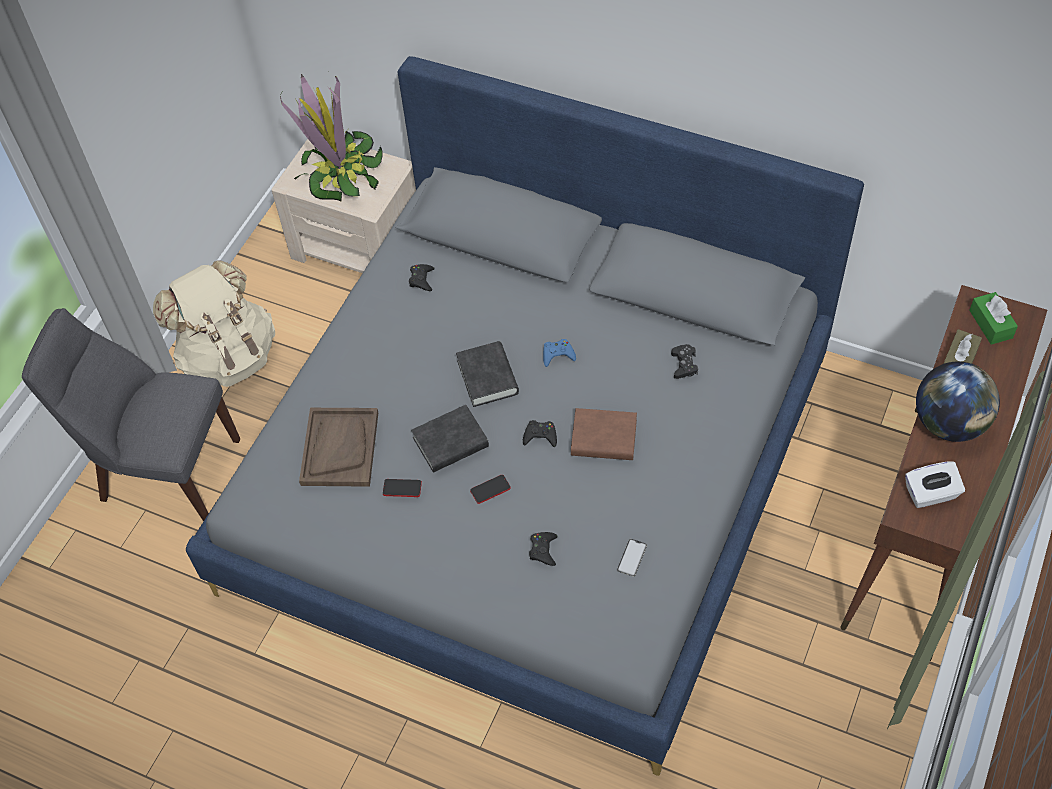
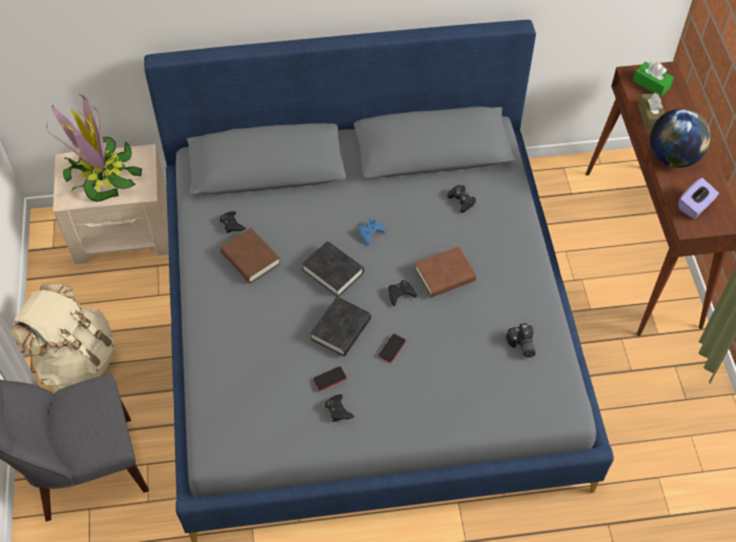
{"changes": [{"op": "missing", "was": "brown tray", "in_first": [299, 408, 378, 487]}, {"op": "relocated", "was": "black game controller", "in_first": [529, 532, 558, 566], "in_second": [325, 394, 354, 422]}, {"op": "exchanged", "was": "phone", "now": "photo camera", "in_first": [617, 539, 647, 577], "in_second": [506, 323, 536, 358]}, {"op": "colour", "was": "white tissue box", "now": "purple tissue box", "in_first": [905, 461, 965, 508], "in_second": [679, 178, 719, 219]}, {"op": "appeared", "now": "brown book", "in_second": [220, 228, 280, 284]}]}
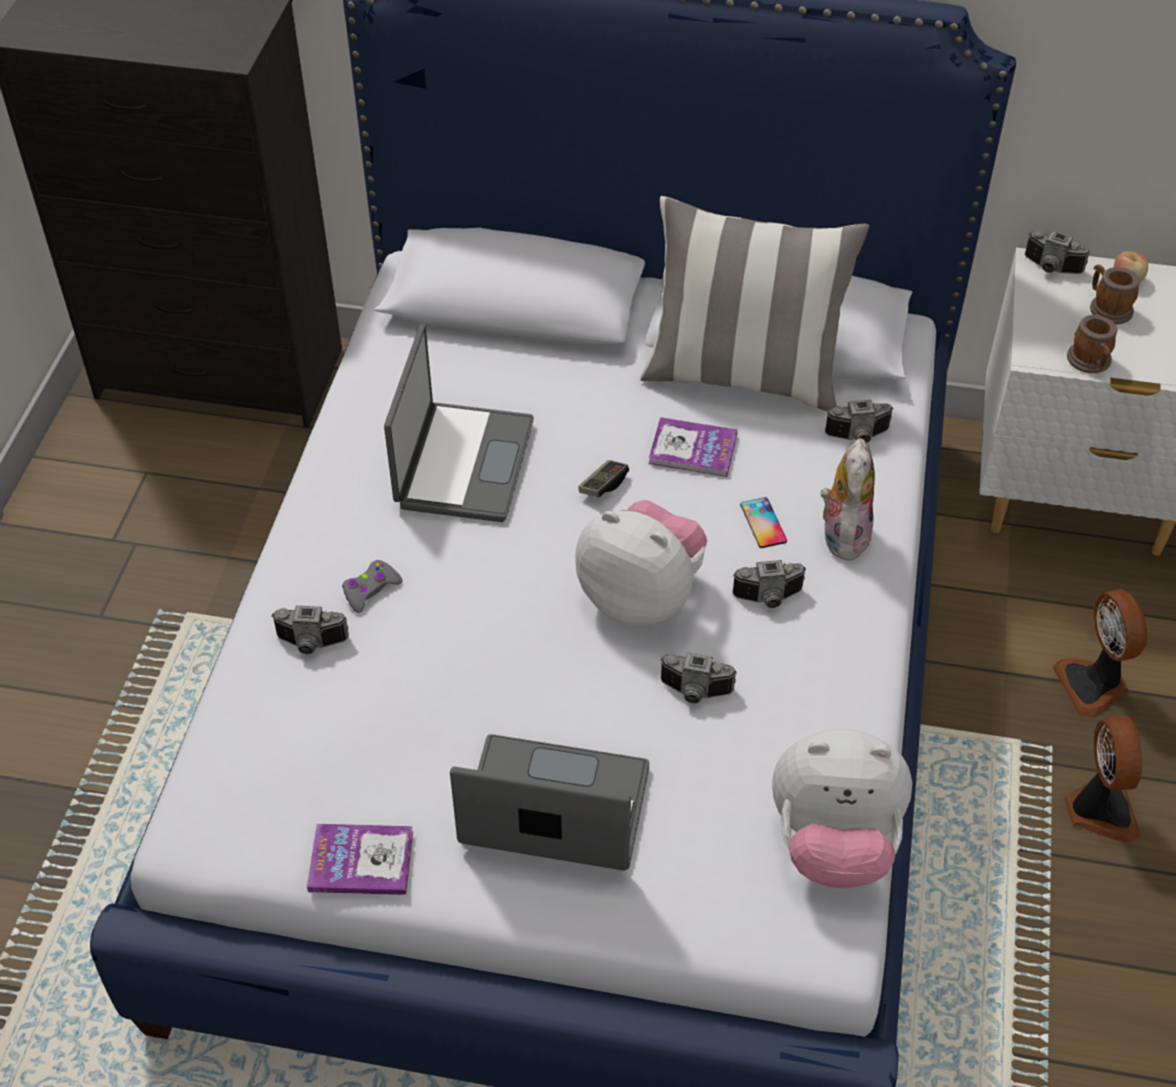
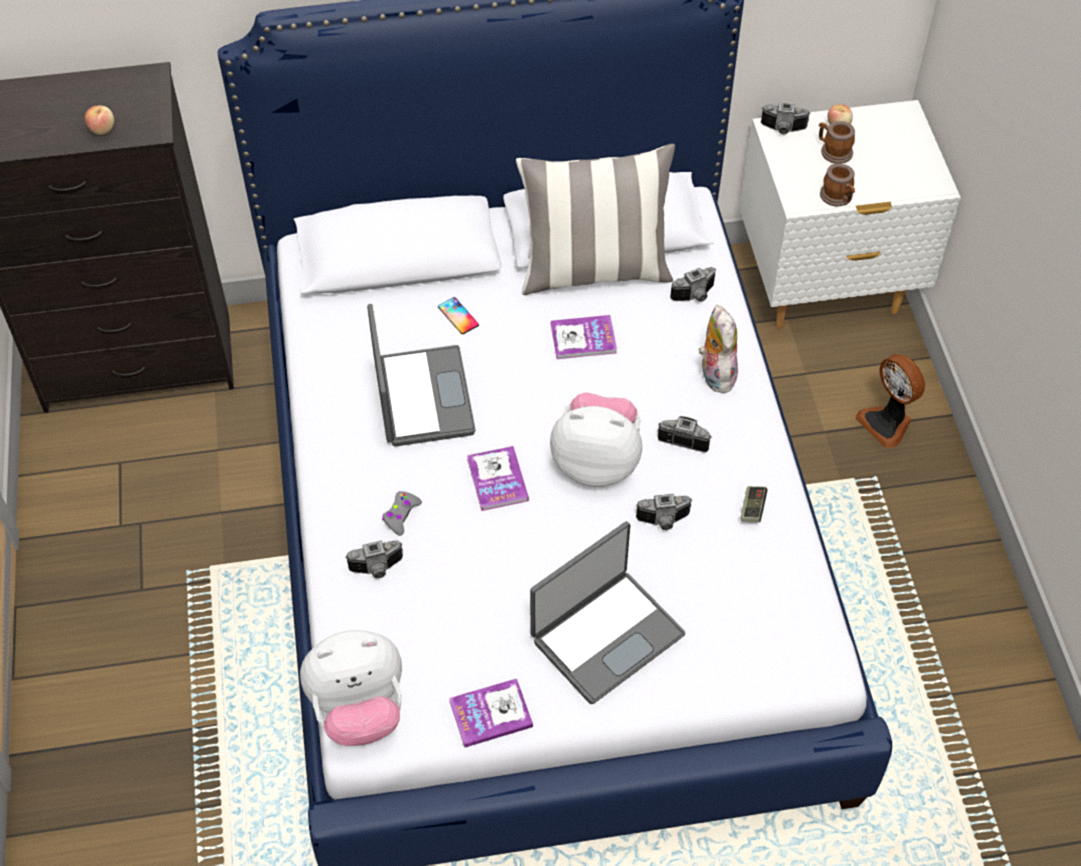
{"changes": [{"op": "spun", "was": "laptop", "in_first": [450, 734, 649, 871], "in_second": [530, 521, 686, 704], "clockwise": 150}, {"op": "relocated", "was": "game controller", "in_first": [578, 460, 629, 497], "in_second": [741, 486, 768, 523]}, {"op": "spun", "was": "photo camera", "in_first": [732, 560, 806, 608], "in_second": [658, 416, 712, 453], "clockwise": -135}, {"op": "relocated", "was": "phone", "in_first": [740, 497, 787, 548], "in_second": [438, 297, 479, 334]}, {"op": "relocated", "was": "plush toy", "in_first": [772, 729, 912, 888], "in_second": [300, 630, 402, 746]}, {"op": "missing", "was": "fan", "in_first": [1064, 716, 1142, 842]}, {"op": "appeared", "now": "apple", "in_second": [85, 106, 114, 135]}, {"op": "appeared", "now": "book", "in_second": [467, 446, 529, 511]}]}
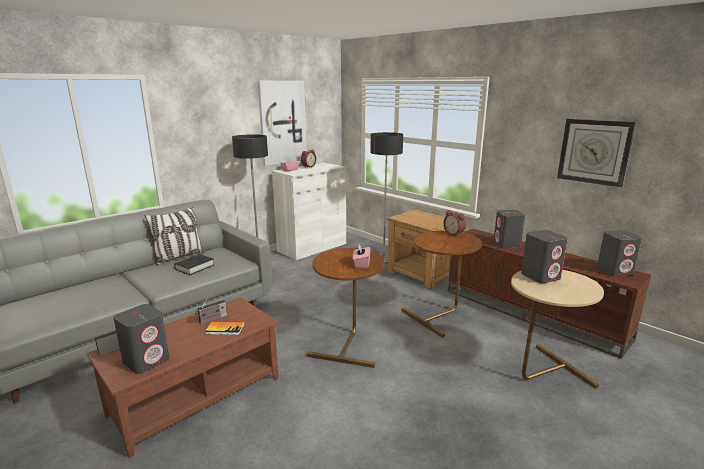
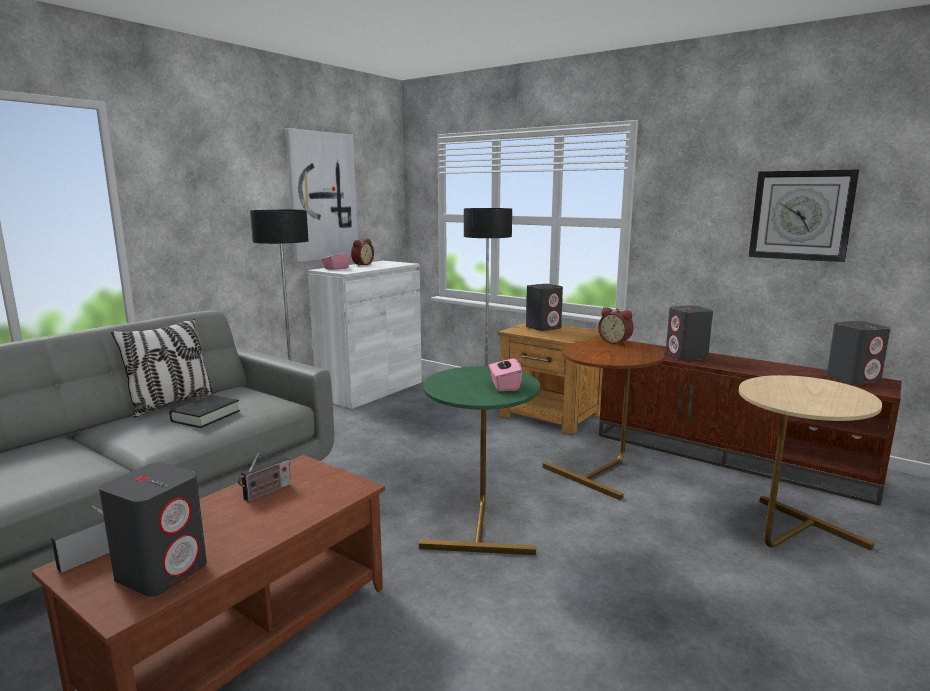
{"changes": [{"op": "missing", "was": "book", "in_first": [205, 321, 245, 335]}, {"op": "colour", "was": "brown side table", "now": "green side table", "in_first": [307, 248, 385, 368], "in_second": [419, 366, 540, 555]}, {"op": "relocated", "was": "grey speaker", "in_first": [521, 230, 568, 283], "in_second": [526, 284, 563, 331]}]}
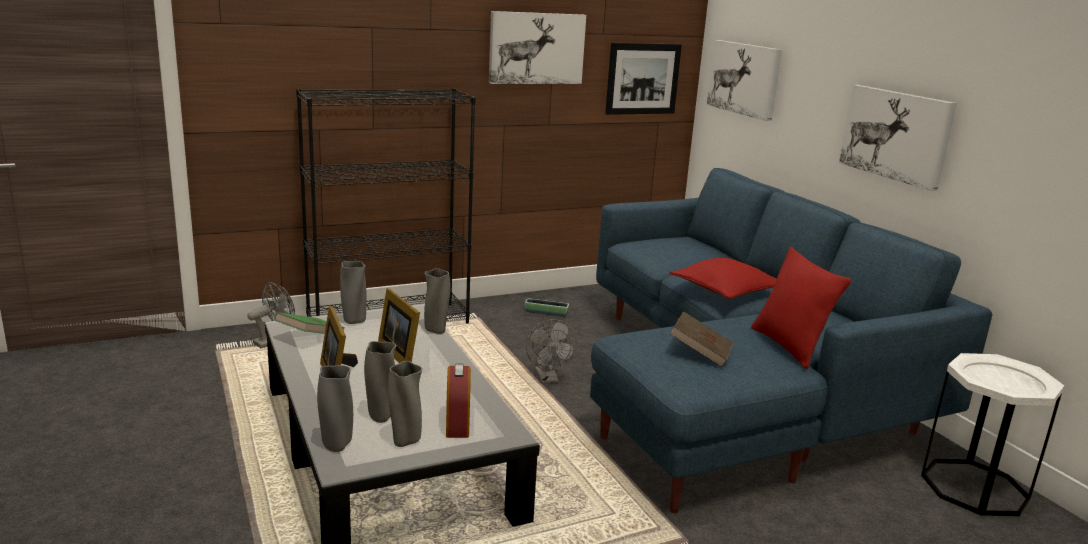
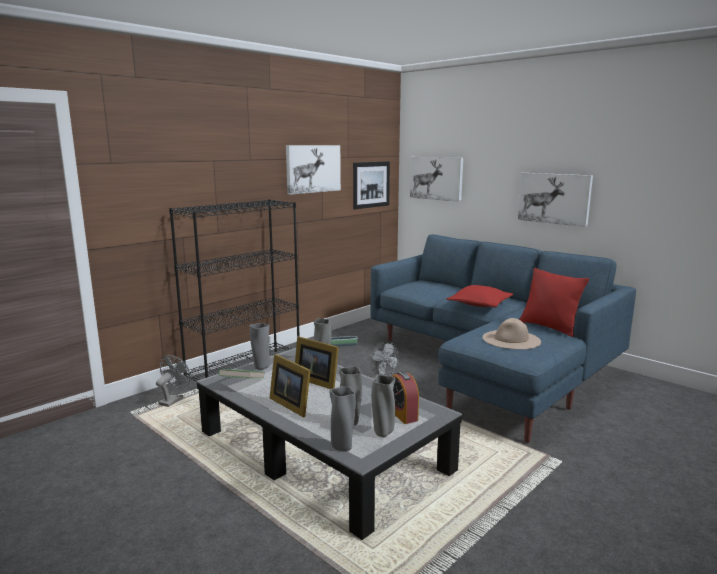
{"changes": [{"op": "exchanged", "was": "brown book", "now": "beige hat", "in_first": [670, 311, 733, 367], "in_second": [483, 318, 541, 350]}, {"op": "missing", "was": "white side table", "in_first": [921, 353, 1064, 516]}]}
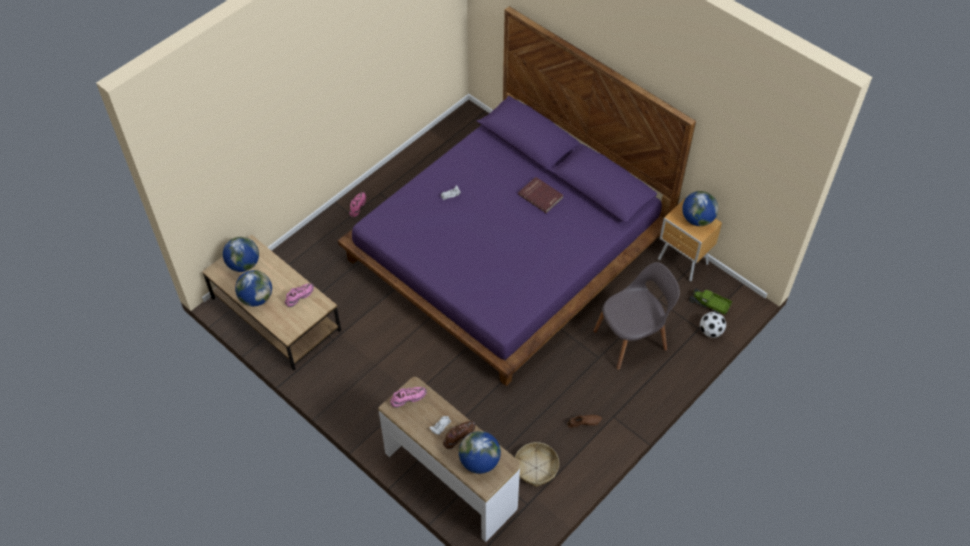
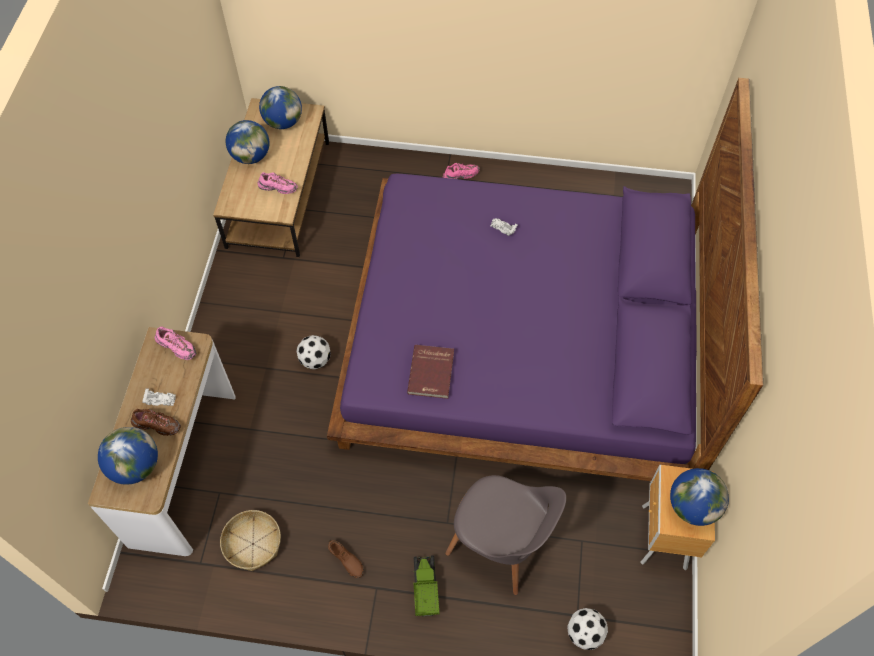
{"changes": [{"op": "relocated", "was": "red book", "in_first": [518, 177, 563, 213], "in_second": [407, 345, 454, 399]}, {"op": "relocated", "was": "toy truck", "in_first": [688, 289, 732, 315], "in_second": [414, 555, 440, 617]}, {"op": "appeared", "now": "football", "in_second": [297, 335, 331, 369]}]}
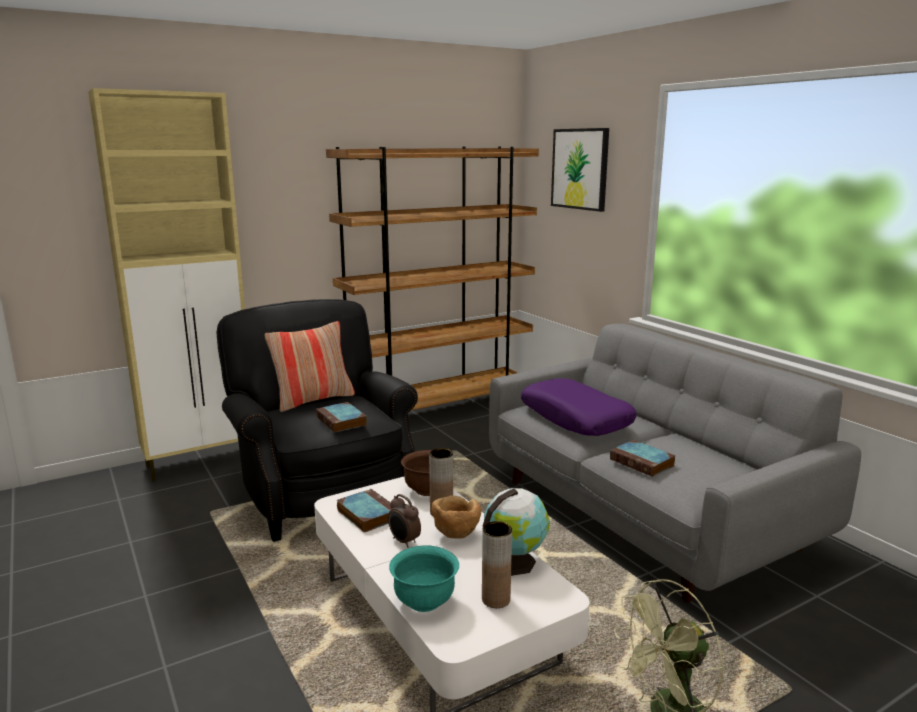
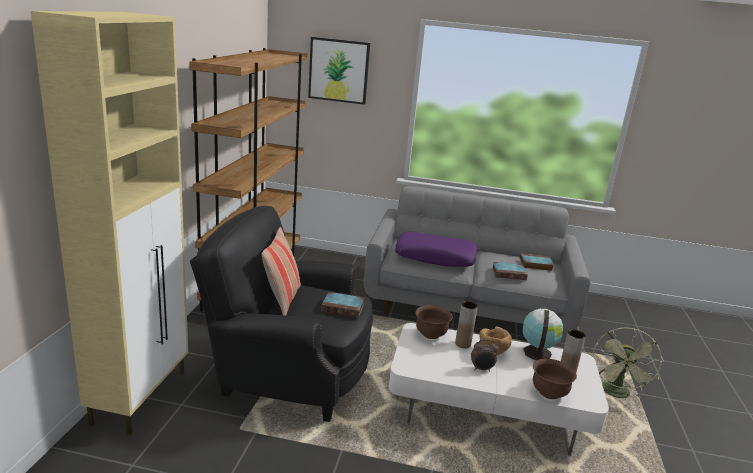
{"changes": [{"op": "relocated", "was": "book", "in_first": [337, 489, 393, 533], "in_second": [520, 253, 554, 271]}, {"op": "colour", "was": "turquoise bowl", "now": "brown bowl", "in_first": [389, 545, 459, 612], "in_second": [533, 359, 577, 399]}]}
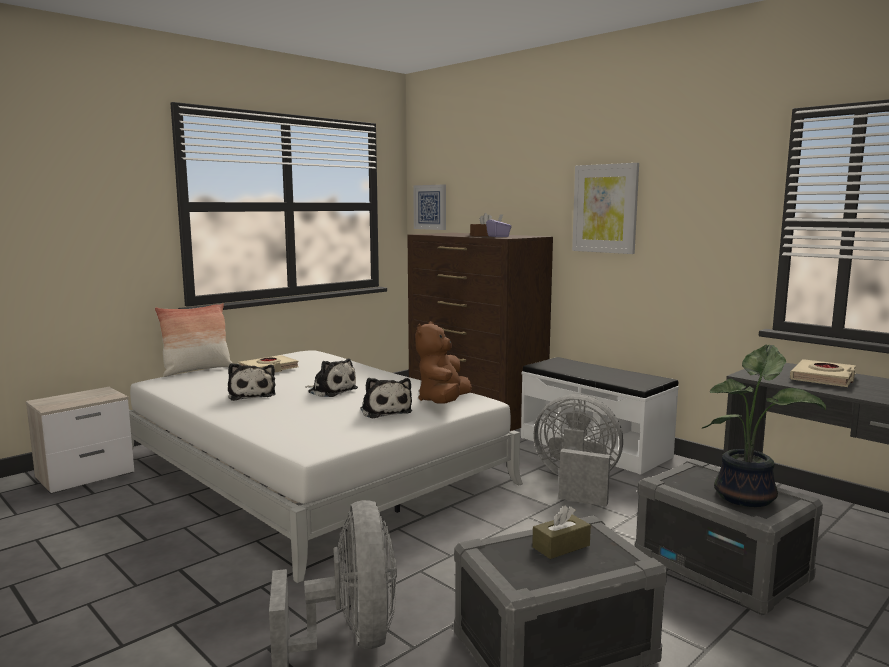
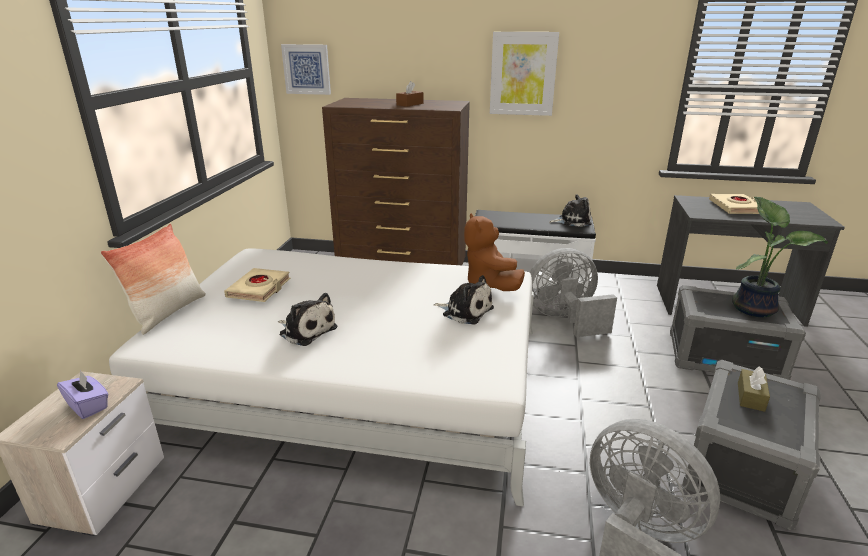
{"changes": [{"op": "relocated", "was": "plush toy", "in_first": [305, 358, 358, 397], "in_second": [549, 194, 592, 227]}, {"op": "relocated", "was": "purple tissue box", "in_first": [486, 215, 512, 237], "in_second": [57, 370, 108, 419]}]}
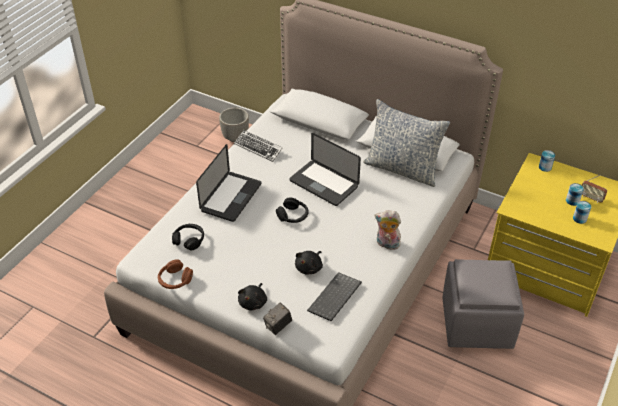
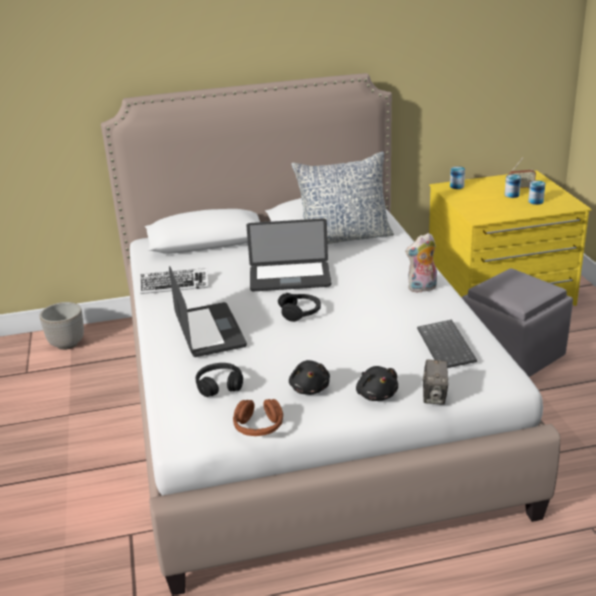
{"changes": [{"op": "relocated", "was": "black plush toy", "in_first": [295, 251, 323, 275], "in_second": [289, 360, 330, 395]}]}
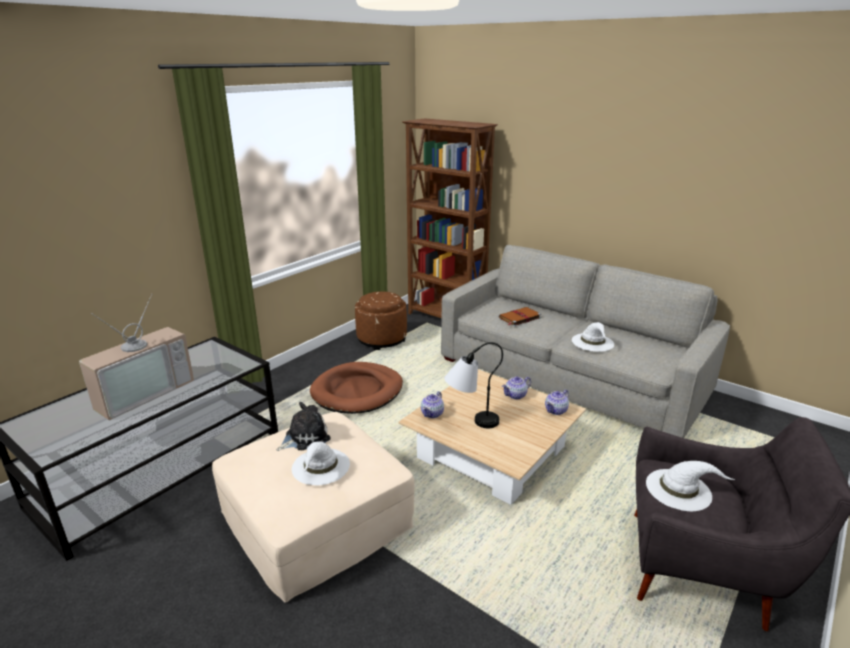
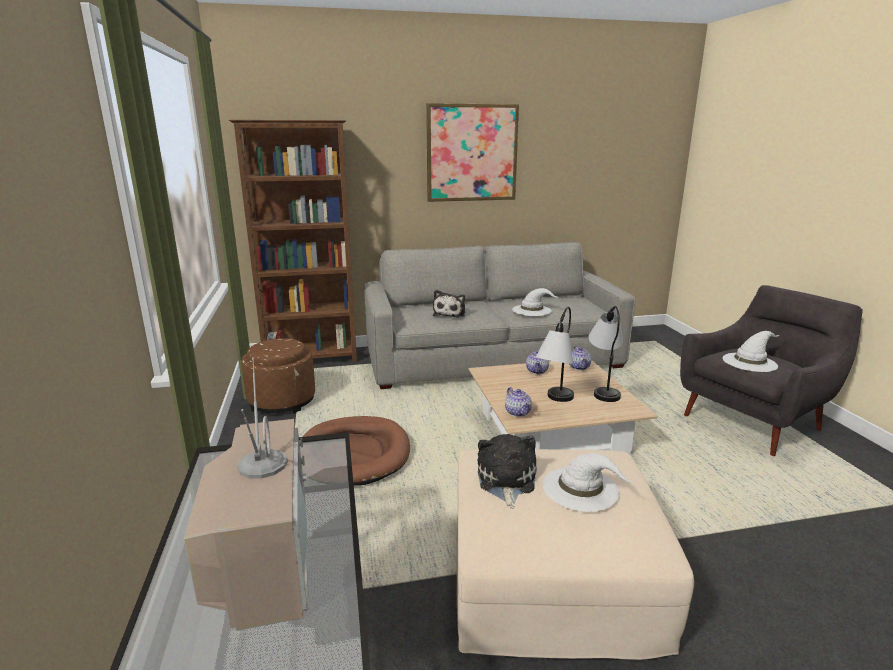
{"changes": [{"op": "exchanged", "was": "brown book", "now": "plush toy", "in_first": [499, 307, 541, 326], "in_second": [433, 290, 465, 318]}, {"op": "appeared", "now": "picture", "in_second": [426, 103, 519, 202]}, {"op": "appeared", "now": "table lamp", "in_second": [588, 306, 623, 402]}]}
